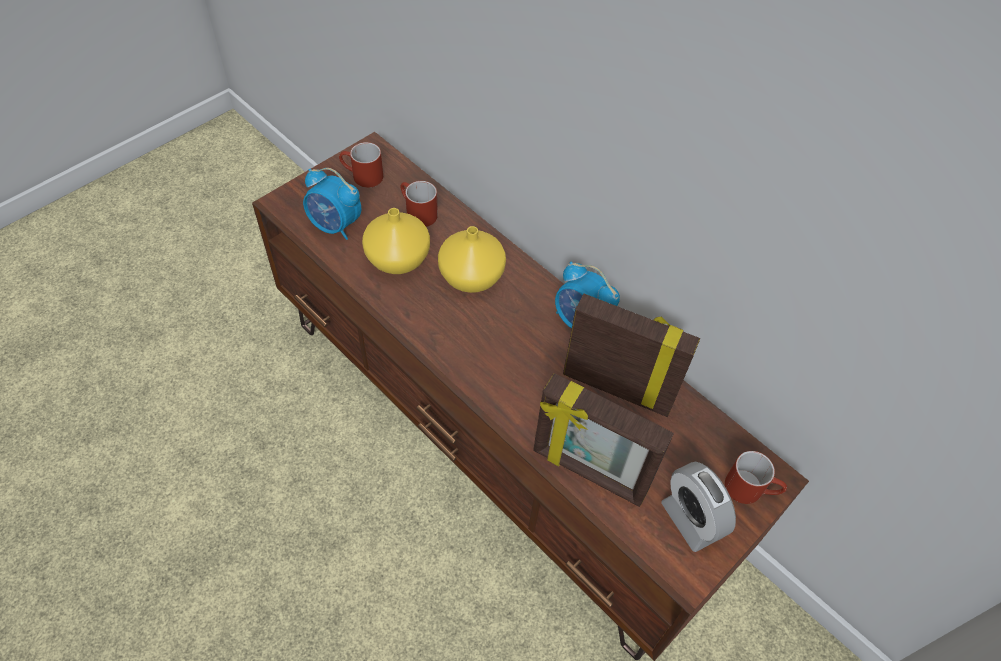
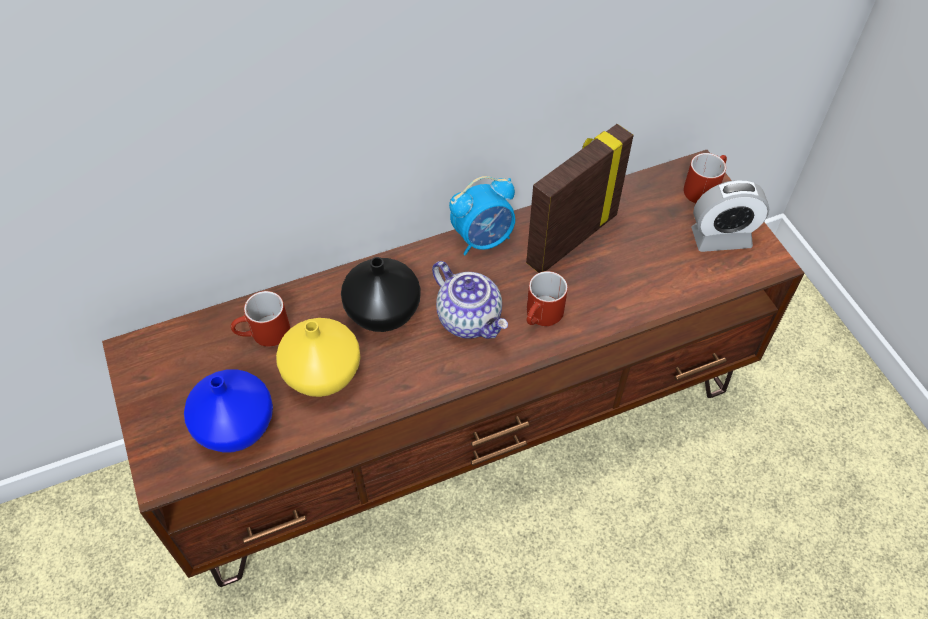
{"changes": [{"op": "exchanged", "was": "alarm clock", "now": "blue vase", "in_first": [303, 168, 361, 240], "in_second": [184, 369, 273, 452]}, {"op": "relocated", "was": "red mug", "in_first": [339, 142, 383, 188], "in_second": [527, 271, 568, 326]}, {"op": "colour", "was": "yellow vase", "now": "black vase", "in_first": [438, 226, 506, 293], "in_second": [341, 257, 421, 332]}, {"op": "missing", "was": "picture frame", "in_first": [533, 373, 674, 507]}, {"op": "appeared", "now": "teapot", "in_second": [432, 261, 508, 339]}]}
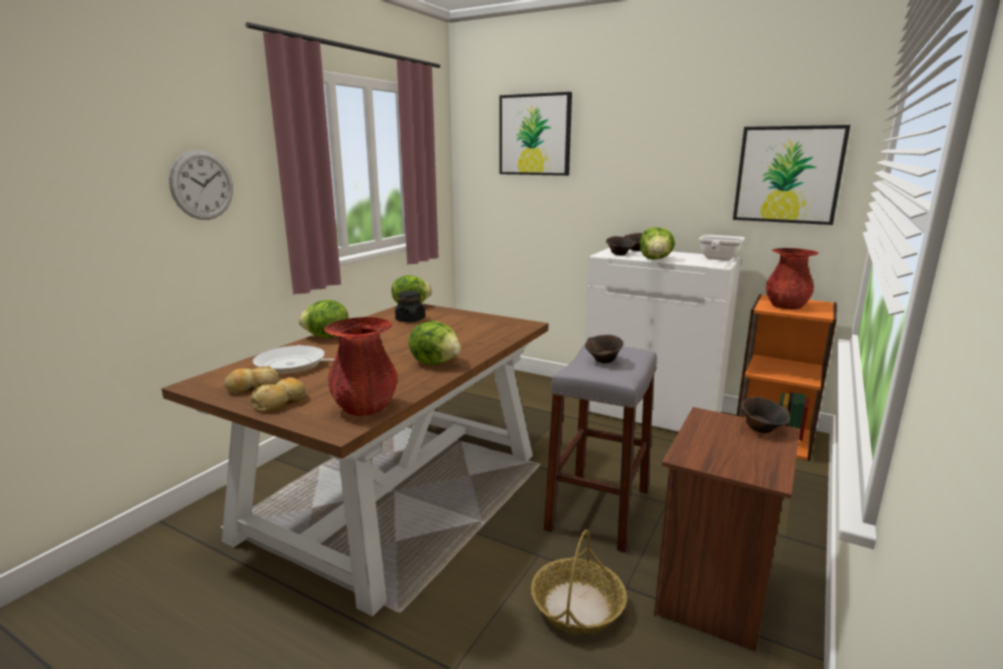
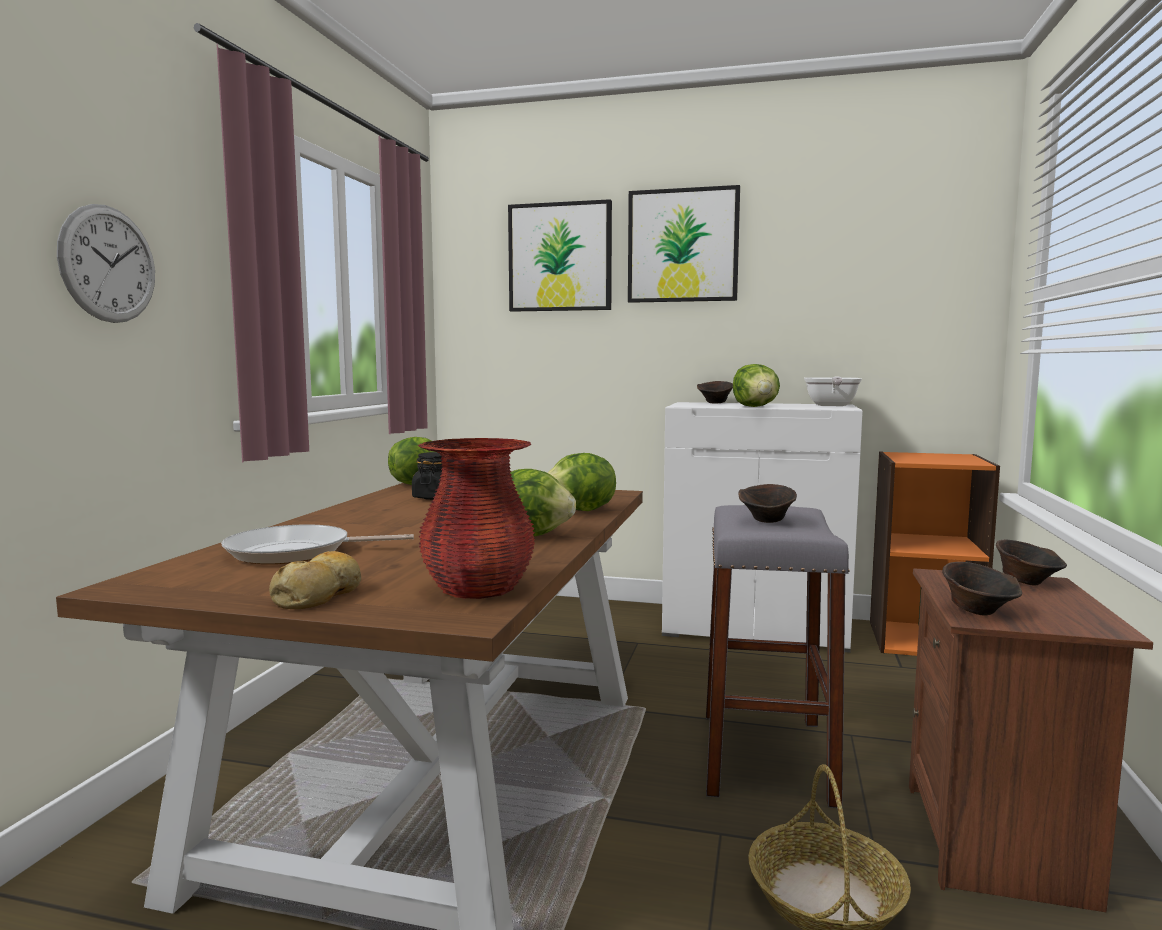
{"changes": [{"op": "missing", "was": "bread", "in_first": [224, 366, 280, 394]}, {"op": "relocated", "was": "lettuce", "in_first": [298, 300, 349, 338], "in_second": [547, 453, 616, 511]}, {"op": "relocated", "was": "brown bowl", "in_first": [606, 236, 636, 255], "in_second": [942, 562, 1022, 615]}, {"op": "relocated", "was": "picture", "in_first": [733, 125, 850, 225], "in_second": [628, 185, 740, 303]}, {"op": "missing", "was": "red vase", "in_first": [766, 248, 819, 309]}]}
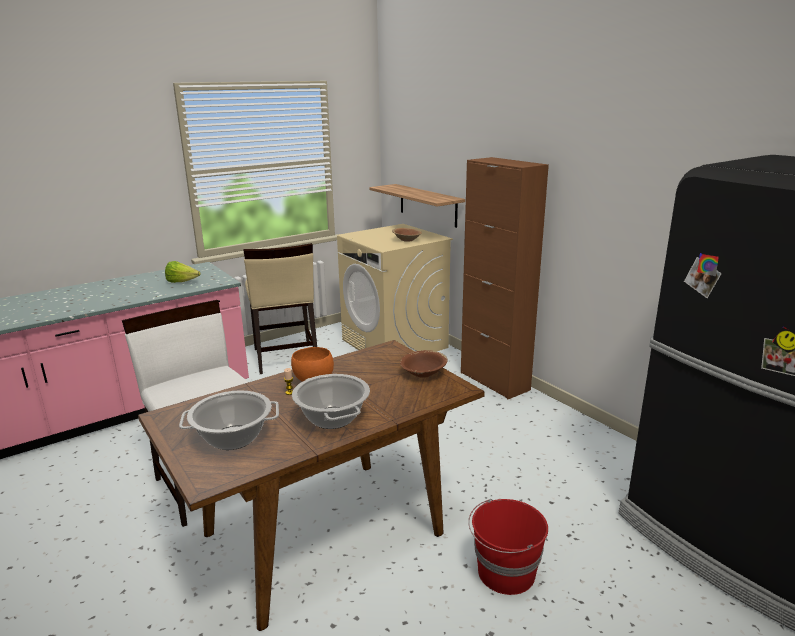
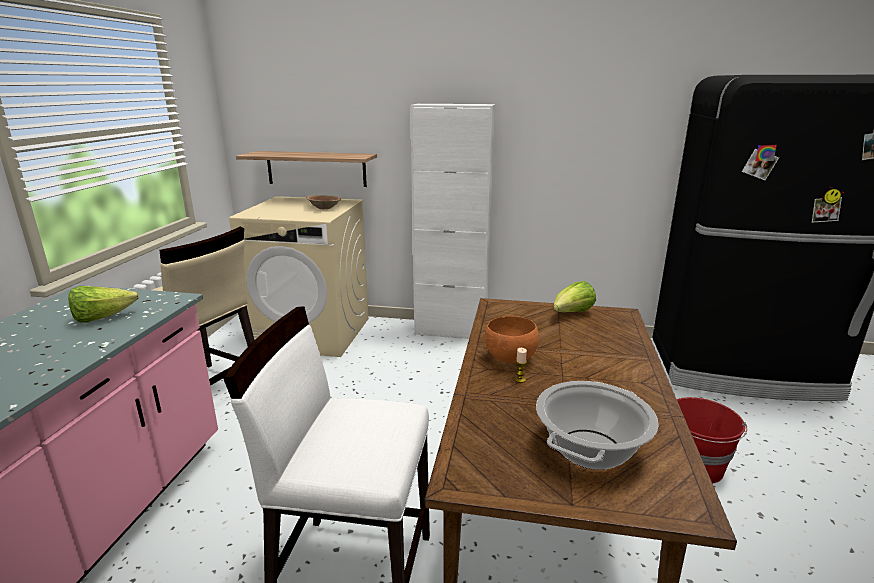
{"changes": [{"op": "missing", "was": "cooking pot", "in_first": [292, 374, 370, 429]}, {"op": "exchanged", "was": "brown bowl", "now": "lettuce", "in_first": [400, 350, 448, 378], "in_second": [553, 281, 596, 312]}, {"op": "colour", "was": "brown cabinet", "now": "white cabinet", "in_first": [461, 157, 549, 399], "in_second": [410, 104, 495, 339]}]}
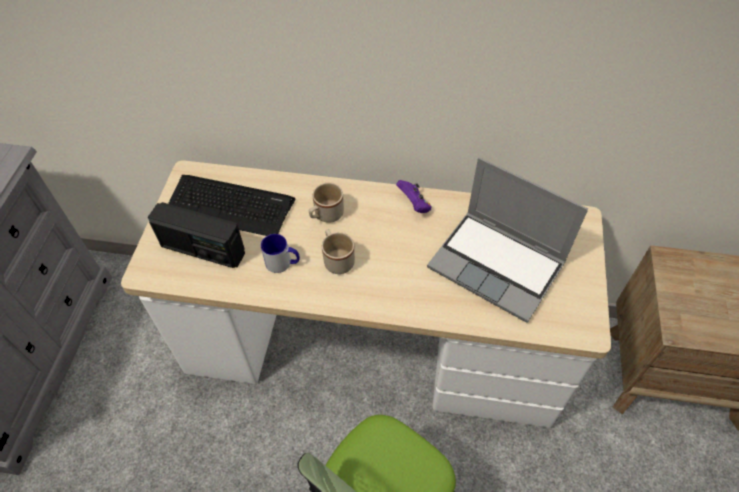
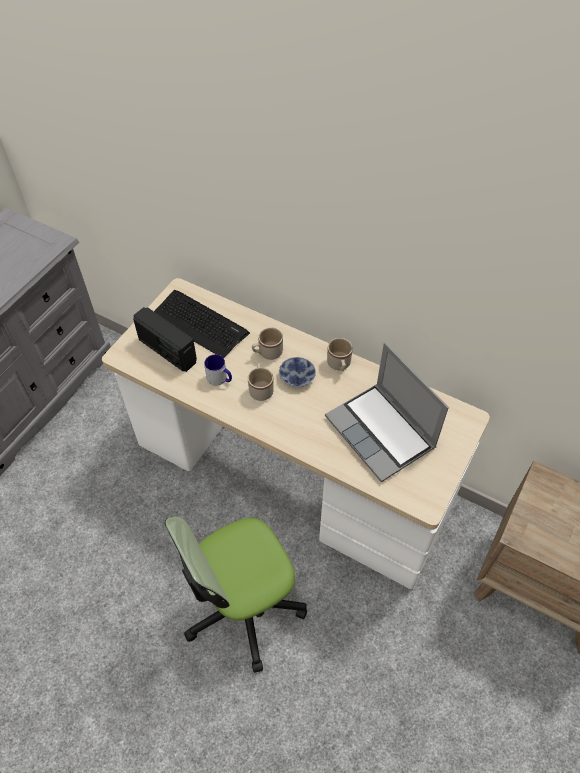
{"changes": [{"op": "exchanged", "was": "purple game controller", "now": "beige mug", "in_first": [396, 180, 432, 213], "in_second": [327, 338, 353, 371]}, {"op": "appeared", "now": "bowl", "in_second": [279, 357, 316, 387]}]}
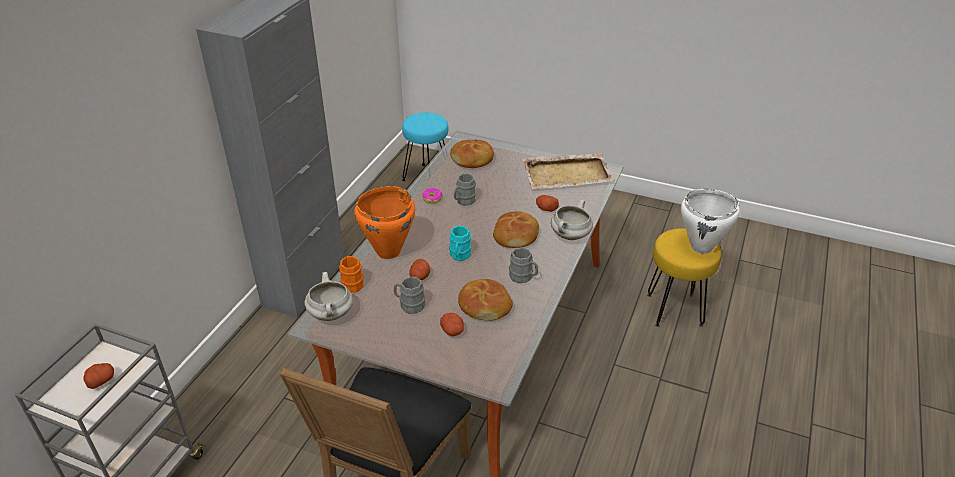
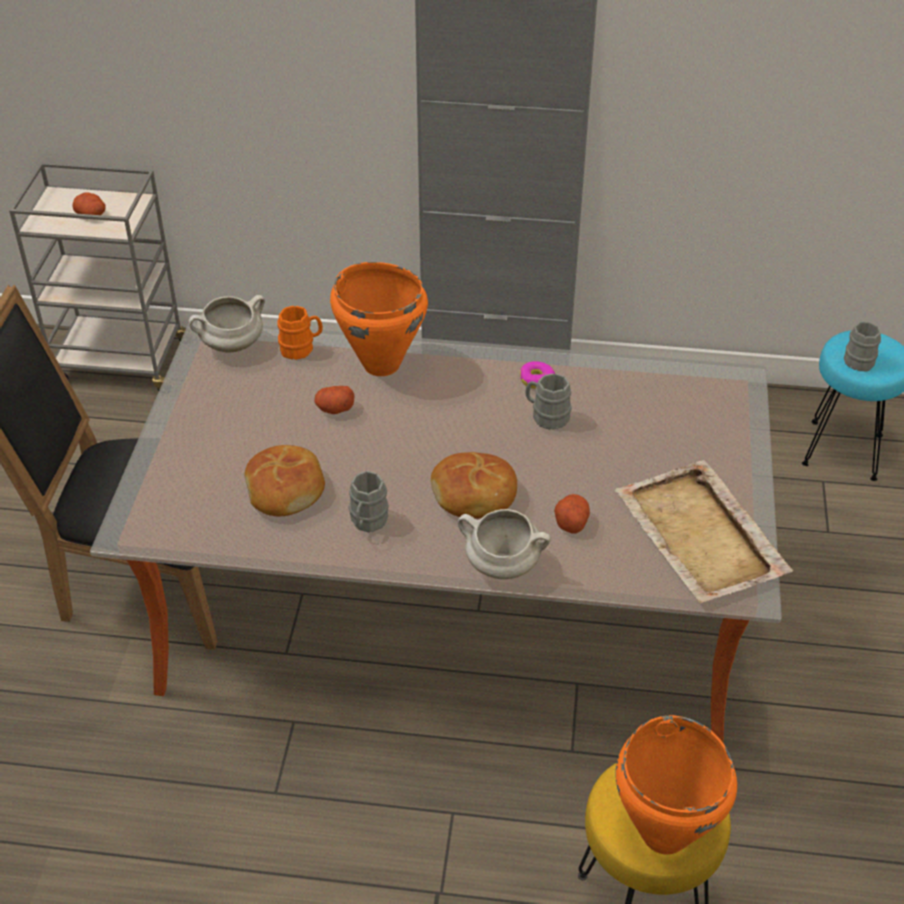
{"changes": [{"op": "relocated", "was": "grey mug", "in_first": [394, 276, 425, 314], "in_second": [844, 321, 881, 371]}, {"op": "missing", "was": "potato", "in_first": [440, 313, 464, 336]}, {"op": "missing", "was": "turquoise mug", "in_first": [449, 226, 472, 261]}, {"op": "missing", "was": "bread", "in_first": [450, 139, 494, 168]}, {"op": "colour", "was": "white cooking pot", "now": "orange cooking pot", "in_first": [681, 189, 740, 254], "in_second": [616, 715, 737, 855]}]}
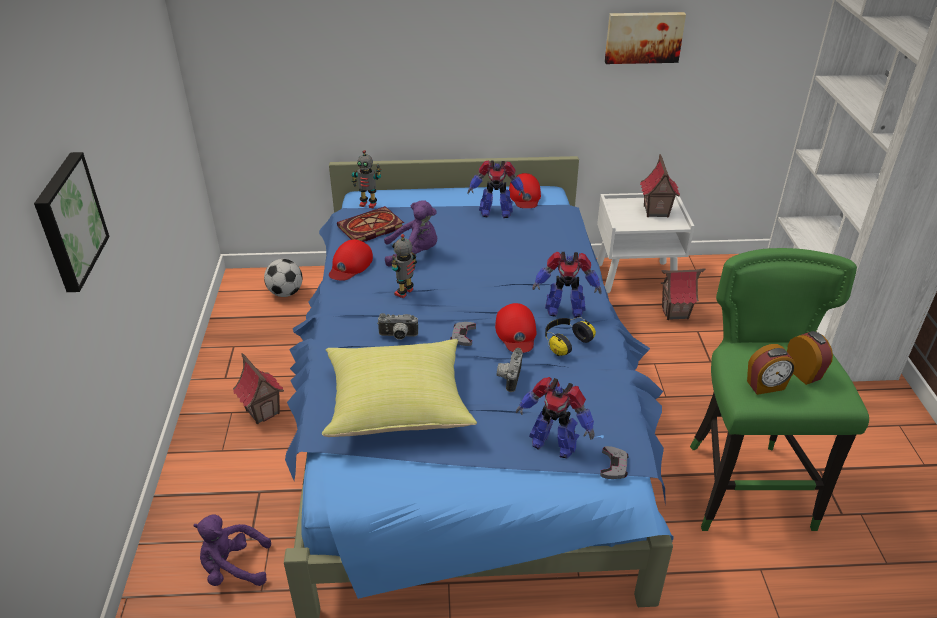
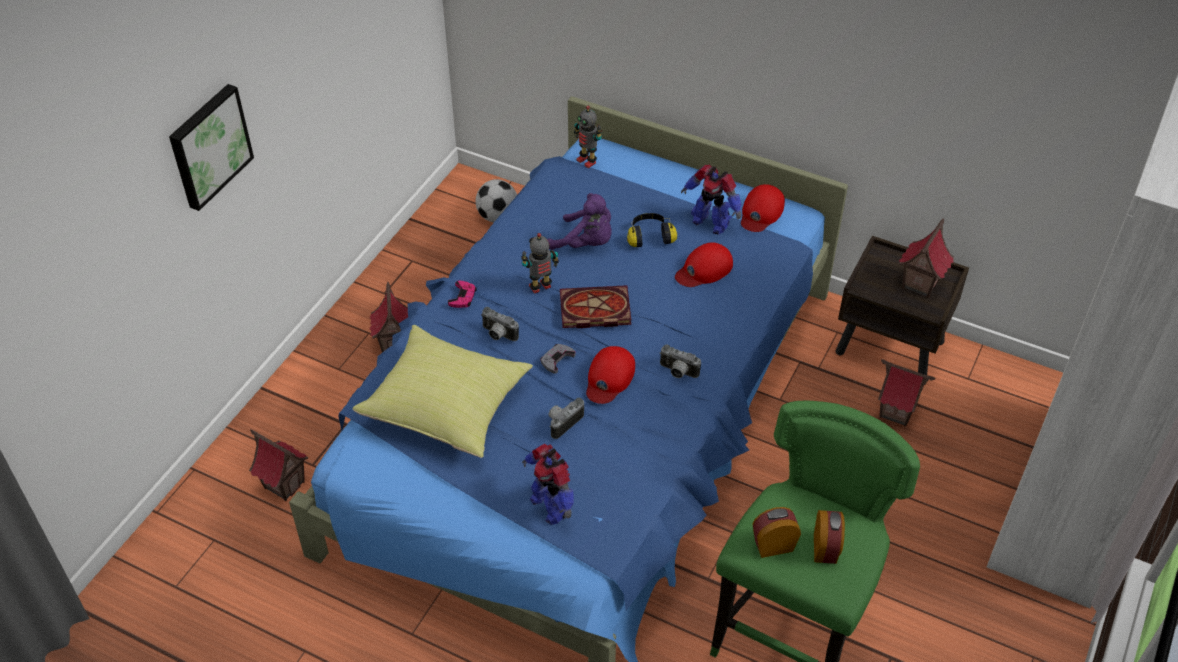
{"changes": [{"op": "exchanged", "was": "purple plush toy", "now": "toy house", "in_first": [193, 514, 271, 586], "in_second": [249, 429, 308, 501]}, {"op": "relocated", "was": "red cap", "in_first": [329, 239, 373, 281], "in_second": [675, 242, 733, 287]}, {"op": "relocated", "was": "book", "in_first": [337, 206, 404, 242], "in_second": [560, 285, 631, 328]}, {"op": "exchanged", "was": "toy robot", "now": "photo camera", "in_first": [533, 252, 602, 318], "in_second": [659, 345, 701, 378]}, {"op": "relocated", "was": "headphones", "in_first": [545, 317, 596, 356], "in_second": [627, 213, 677, 247]}, {"op": "colour", "was": "white nightstand", "now": "brown nightstand", "in_first": [597, 193, 694, 293], "in_second": [836, 236, 969, 375]}, {"op": "missing", "was": "grey game controller", "in_first": [600, 446, 629, 479]}, {"op": "missing", "was": "picture", "in_first": [605, 12, 686, 64]}, {"op": "spun", "was": "alarm clock", "in_first": [747, 344, 796, 395], "in_second": [752, 507, 801, 558], "clockwise": 150}, {"op": "appeared", "now": "pink game controller", "in_second": [448, 281, 477, 308]}]}
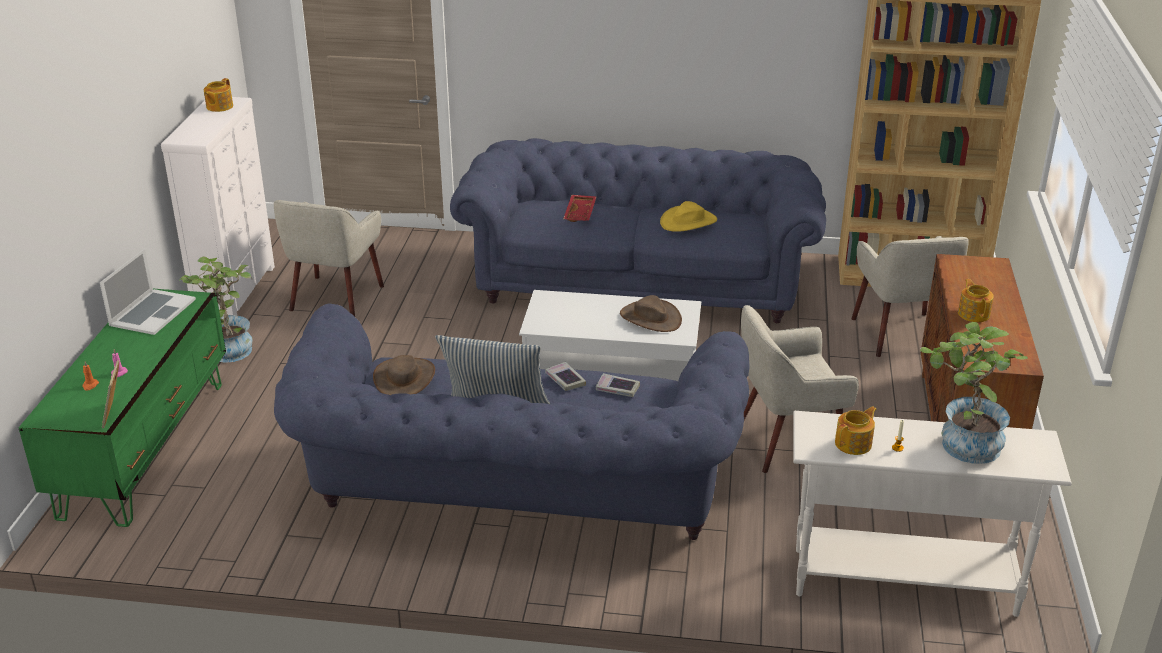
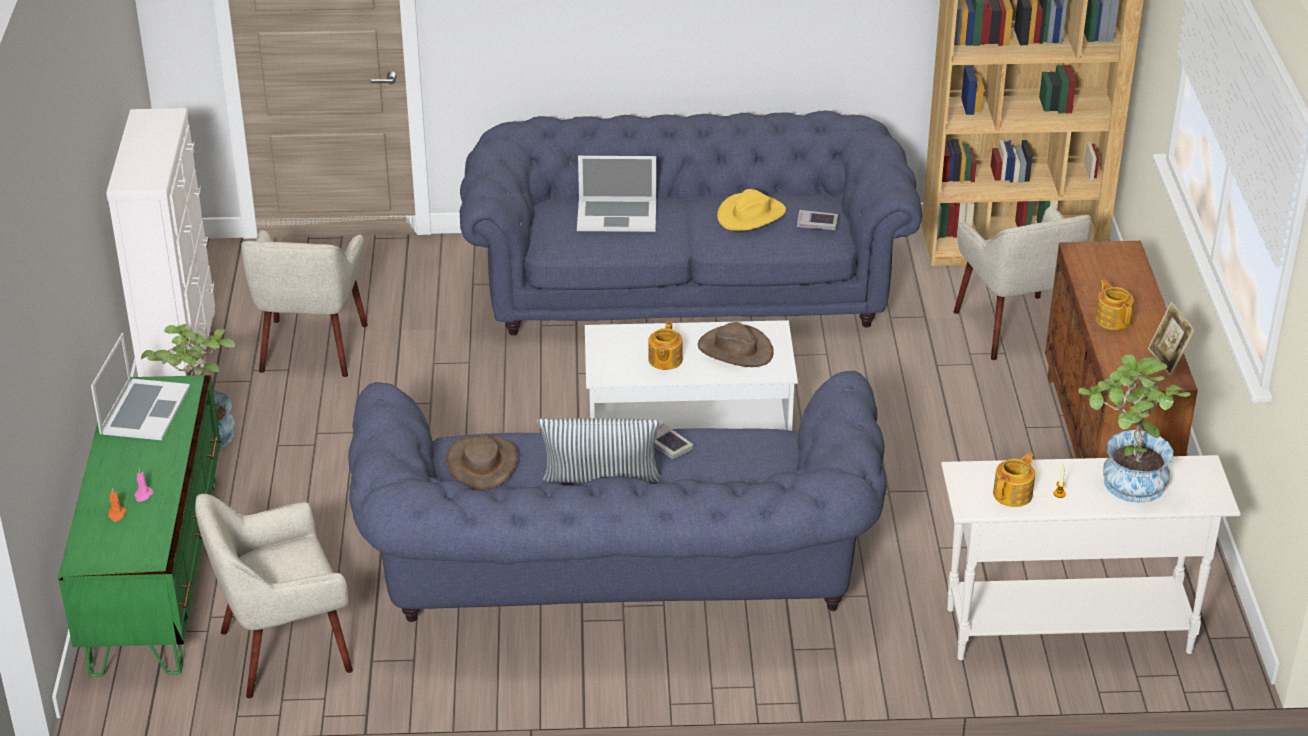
{"changes": [{"op": "relocated", "was": "picture frame", "in_first": [102, 360, 119, 428], "in_second": [1148, 301, 1195, 376]}, {"op": "relocated", "was": "teapot", "in_first": [204, 78, 233, 112], "in_second": [648, 321, 683, 370]}, {"op": "exchanged", "was": "red tray", "now": "laptop", "in_first": [563, 195, 597, 222], "in_second": [577, 156, 656, 232]}, {"op": "relocated", "was": "book", "in_first": [596, 373, 640, 397], "in_second": [797, 210, 838, 230]}, {"op": "relocated", "was": "beige armchair", "in_first": [741, 305, 859, 473], "in_second": [195, 494, 353, 698]}]}
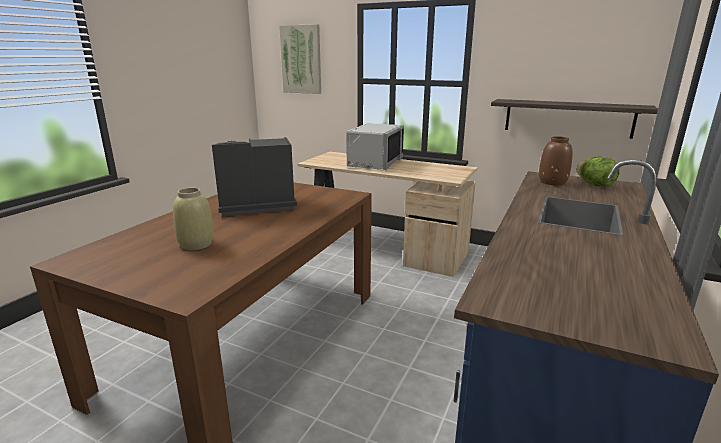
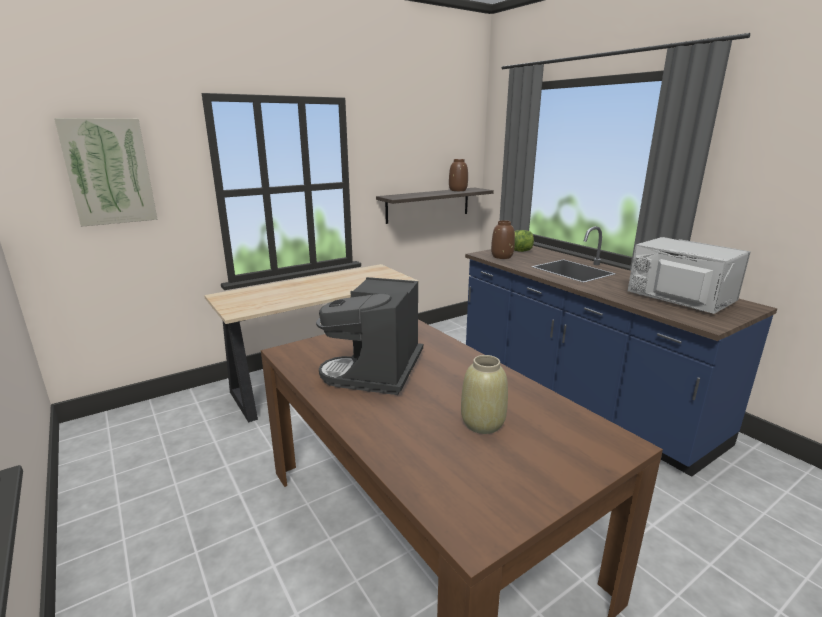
{"changes": [{"op": "relocated", "was": "grey microwave", "in_first": [346, 123, 404, 170], "in_second": [628, 237, 751, 314]}, {"op": "appeared", "now": "brown vase", "in_second": [449, 159, 468, 191]}]}
